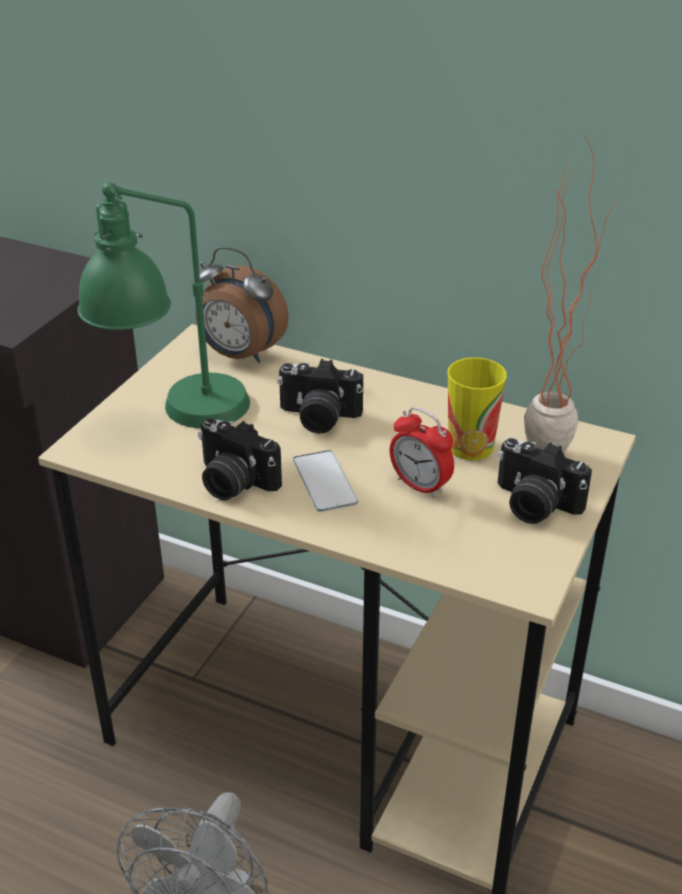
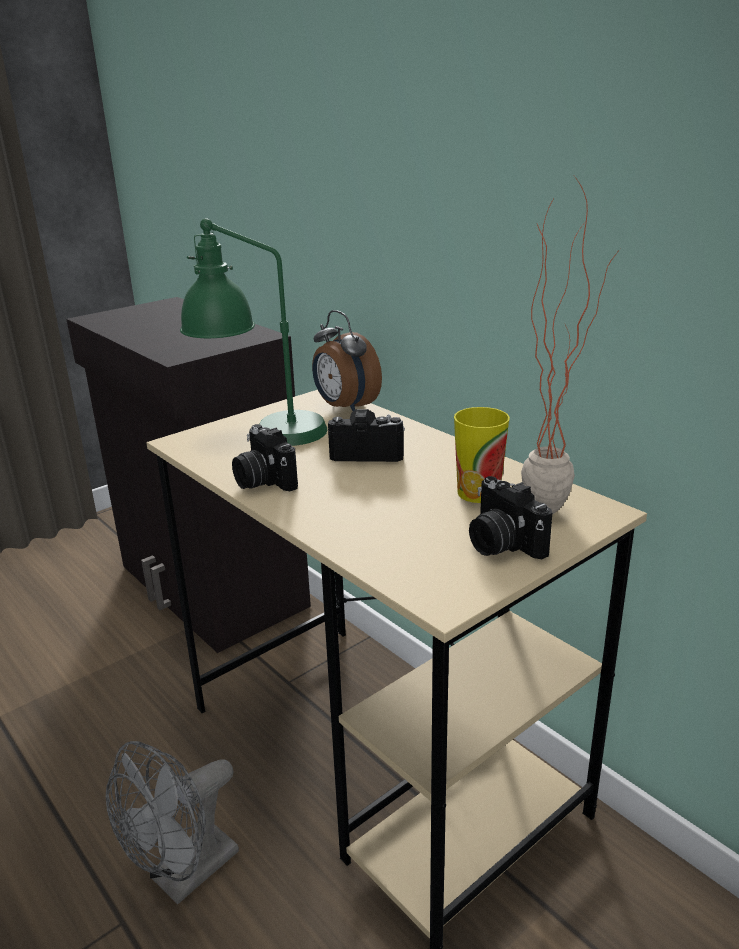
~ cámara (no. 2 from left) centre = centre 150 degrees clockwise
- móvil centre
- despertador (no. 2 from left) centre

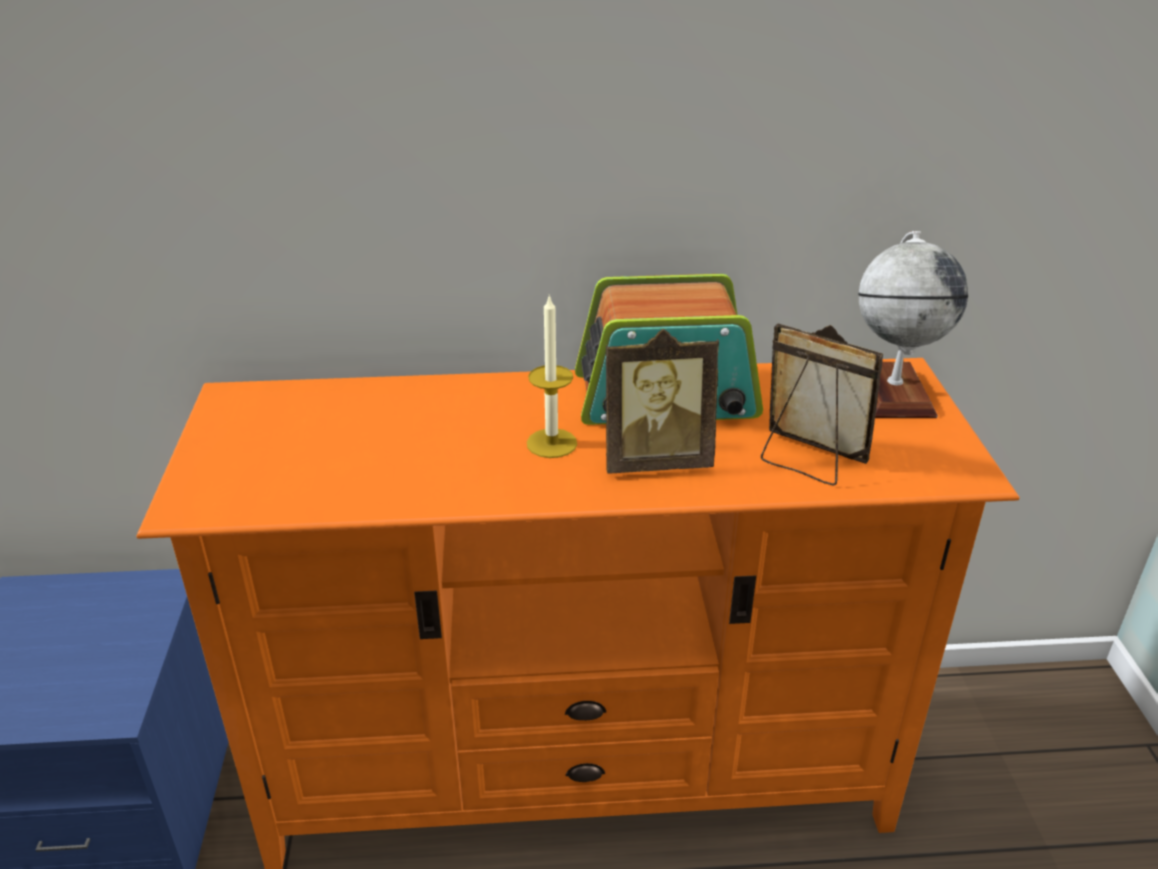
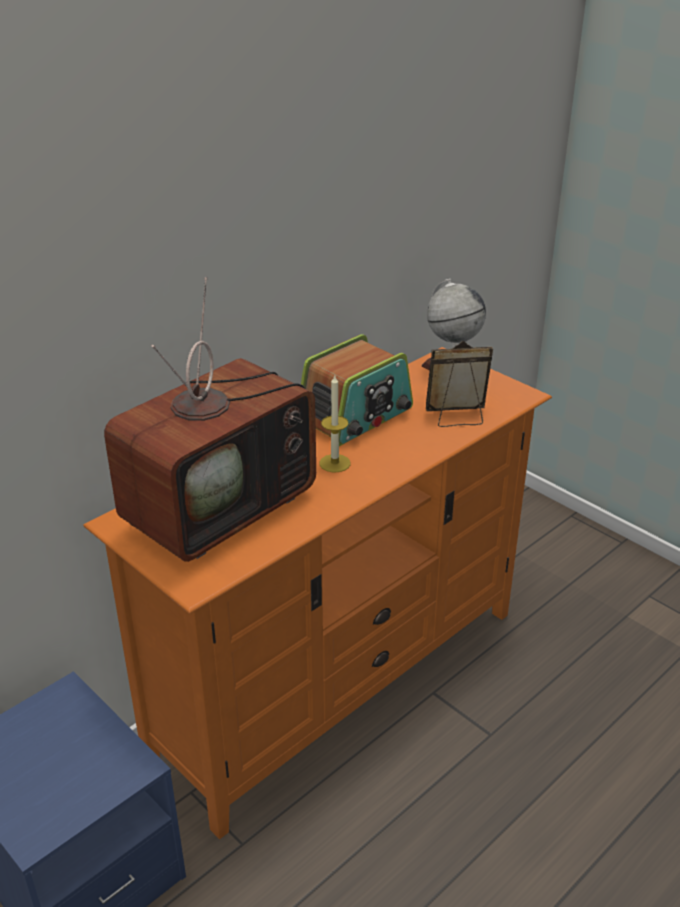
+ televisor middle left
- portarretratos (no. 1 from left) centre

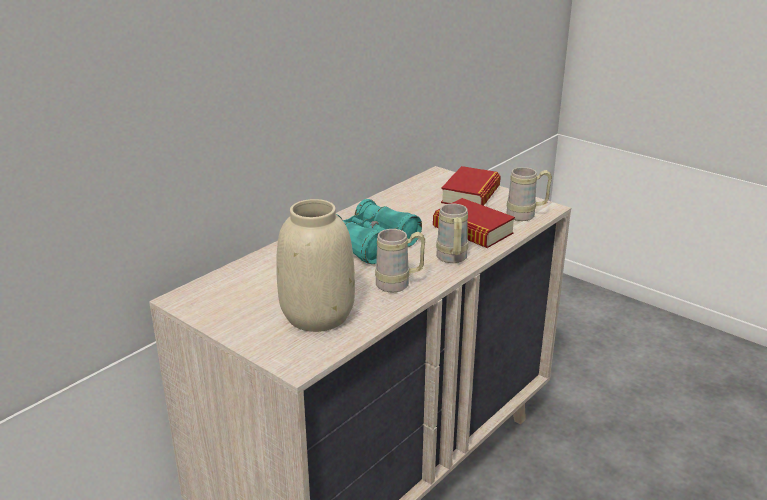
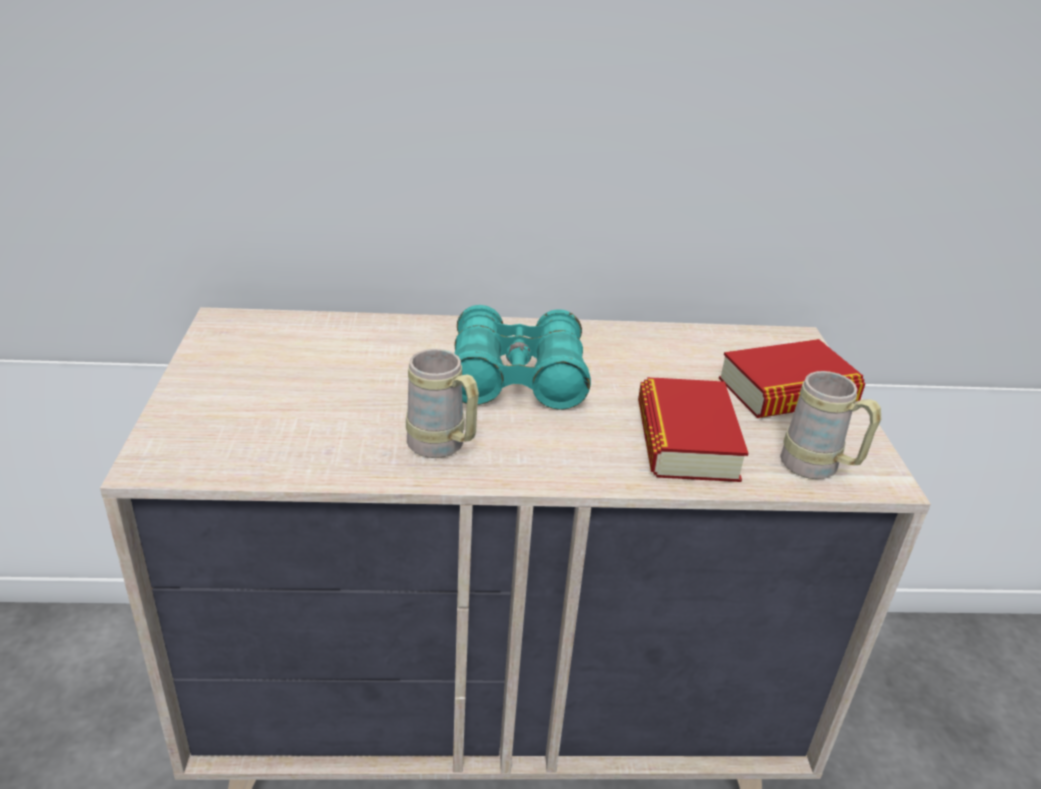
- florero [beis] centre
- taza grande [beis] (no. 2 from left) centre

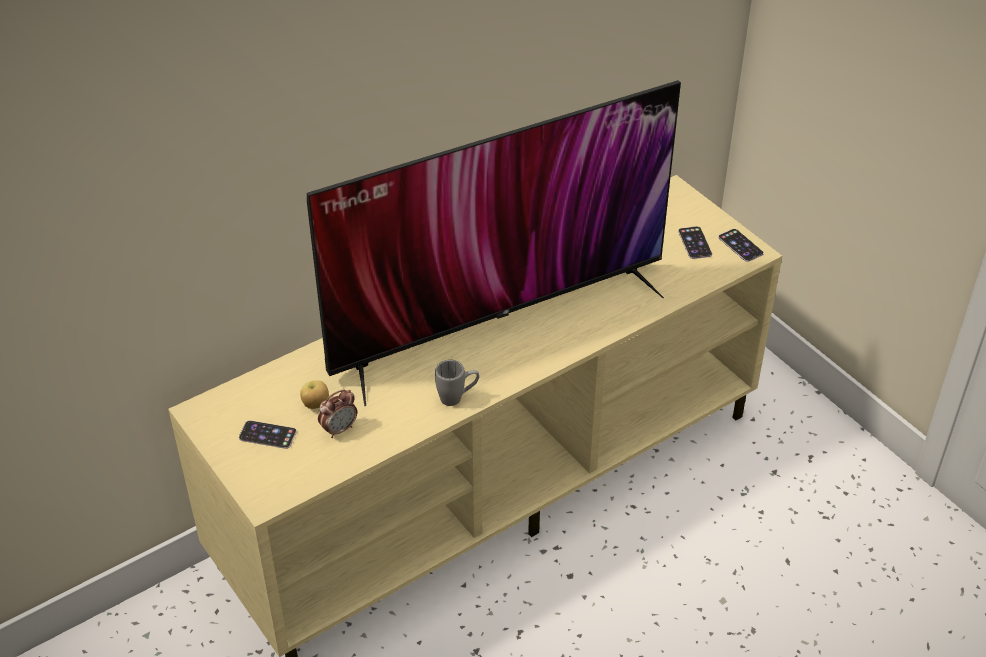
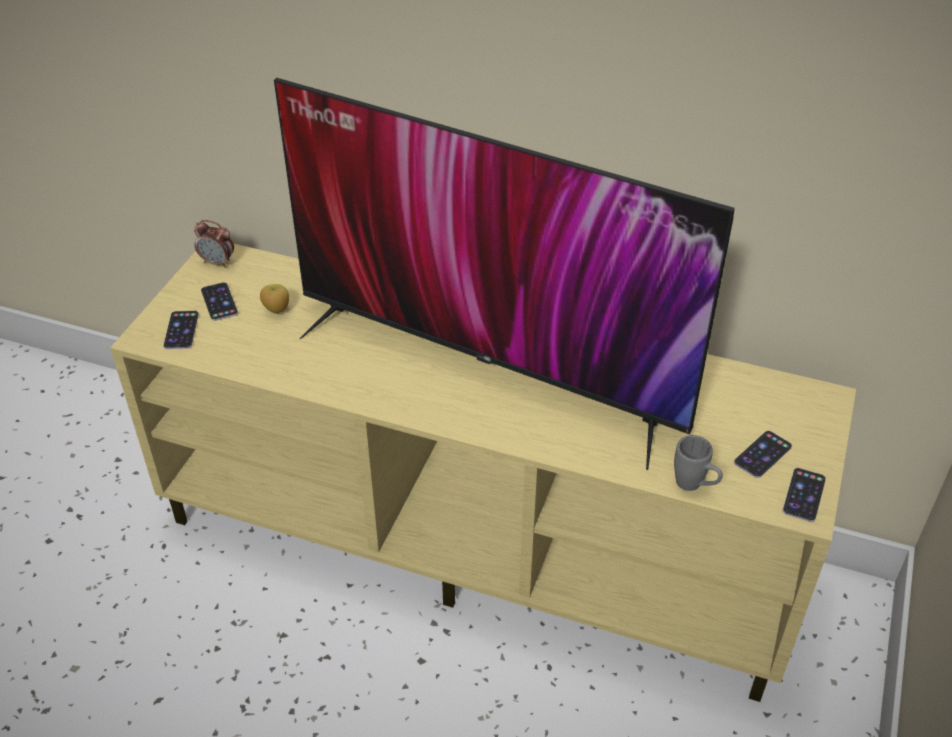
+ móvil (no. 1 from left) middle left
~ despertador centre to top left
~ taza grande [gris] centre to middle right

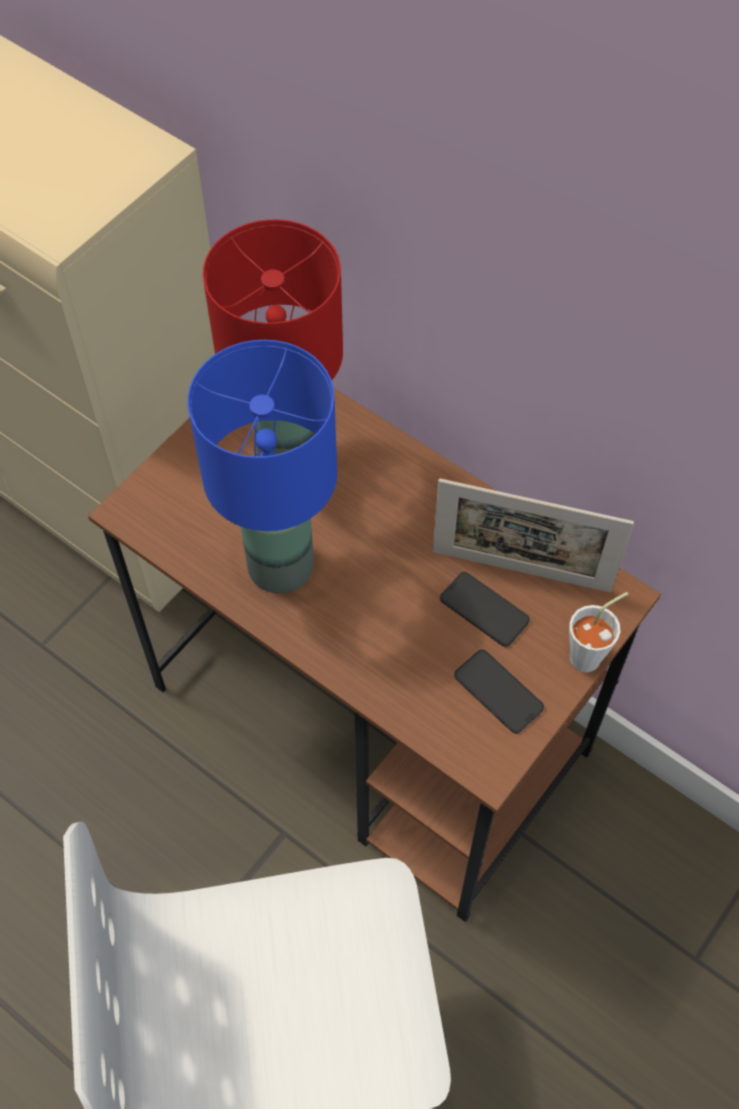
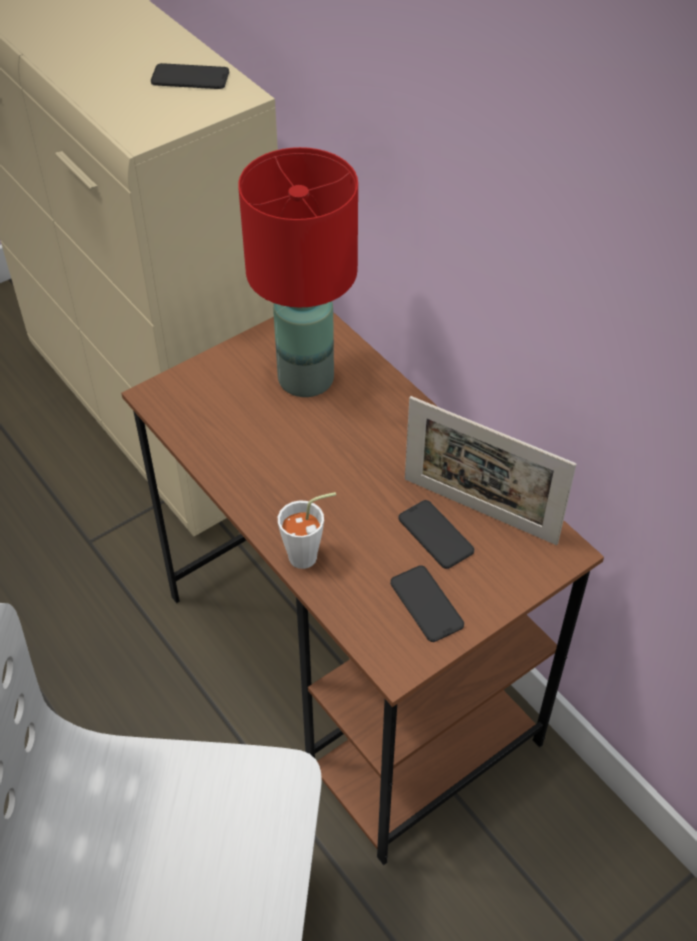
+ móvil (no. 1 from left) top left
~ taza [blanco] middle right to centre
- lámpara de mesa [azul] centre

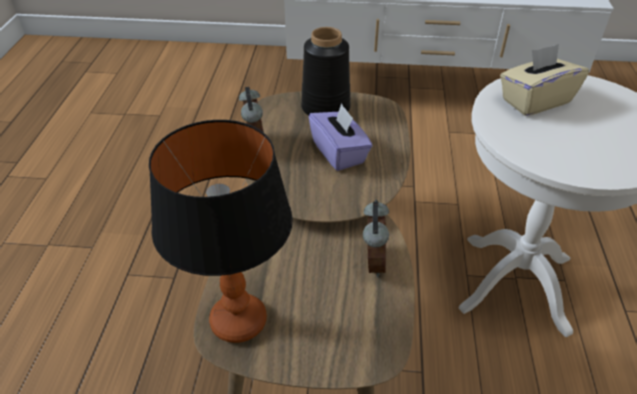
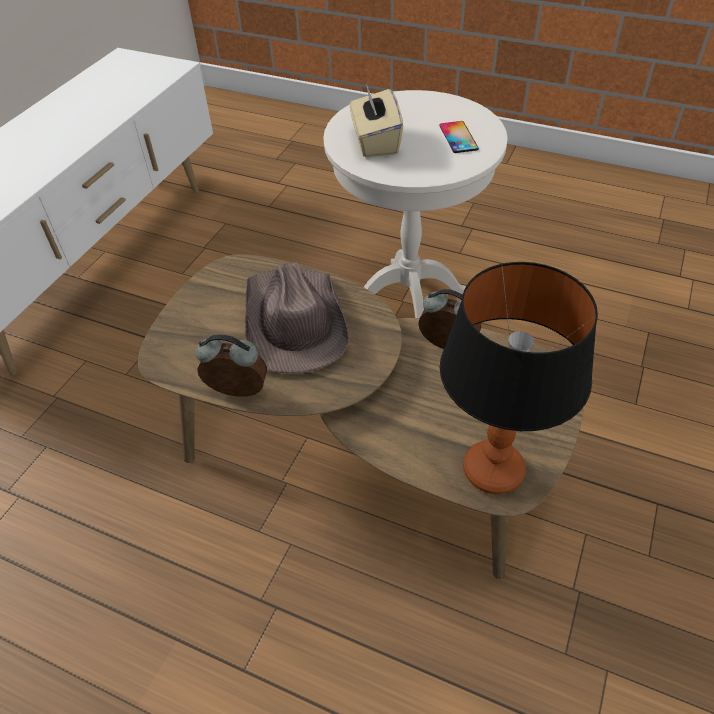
~ caja de pañuelos [morado] centre to sombrero [marrón] centre
+ móvil top centre
- florero [negro] top centre

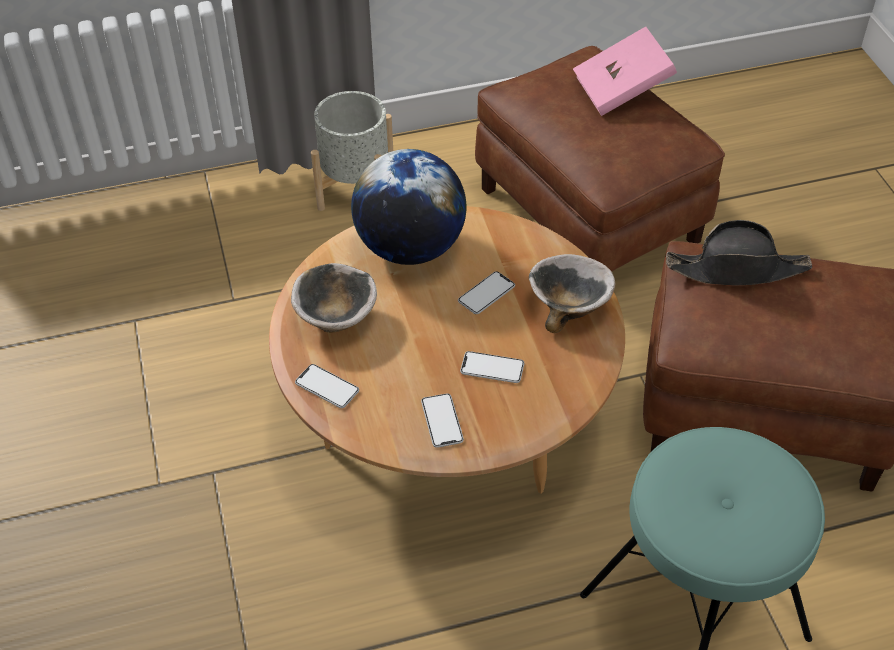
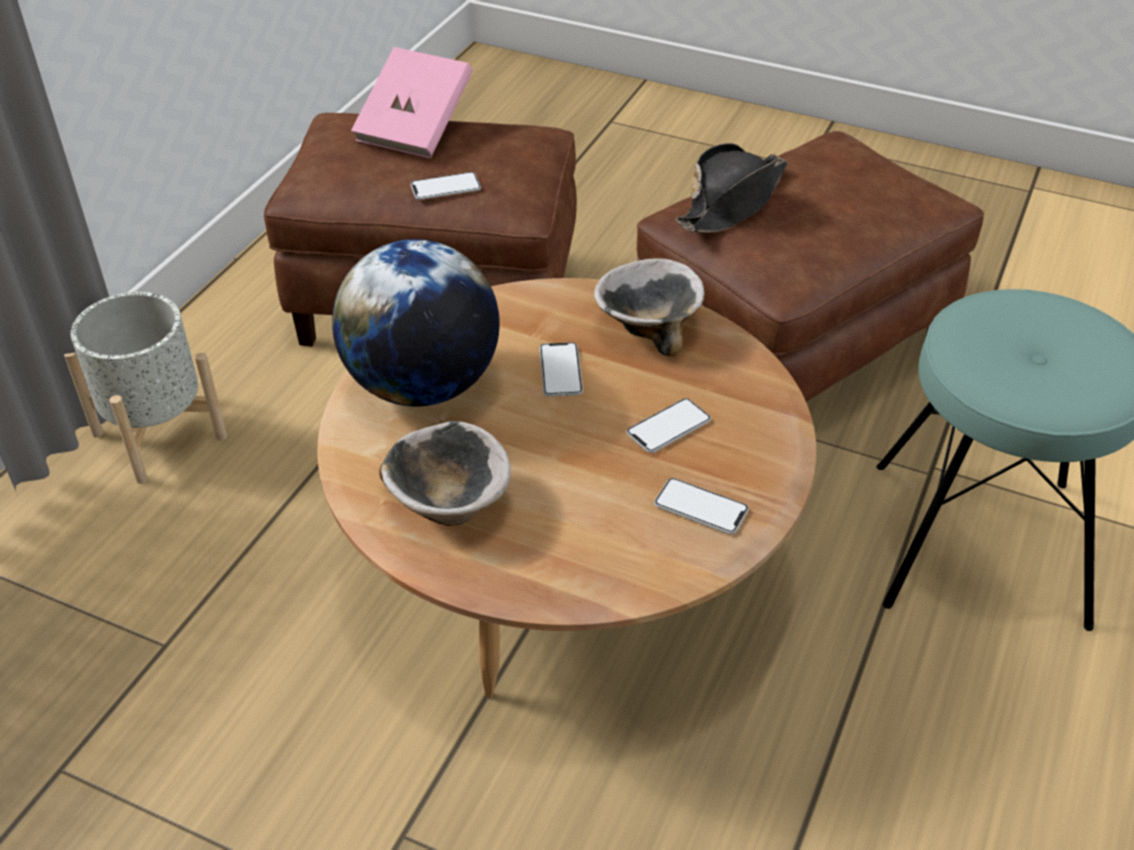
~ móvil (no. 1 from left) centre to top centre

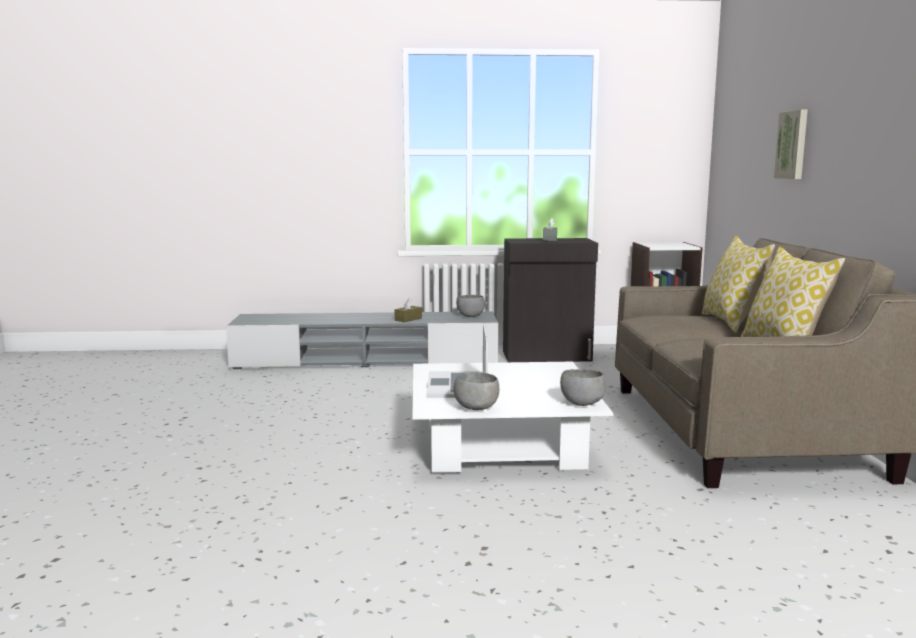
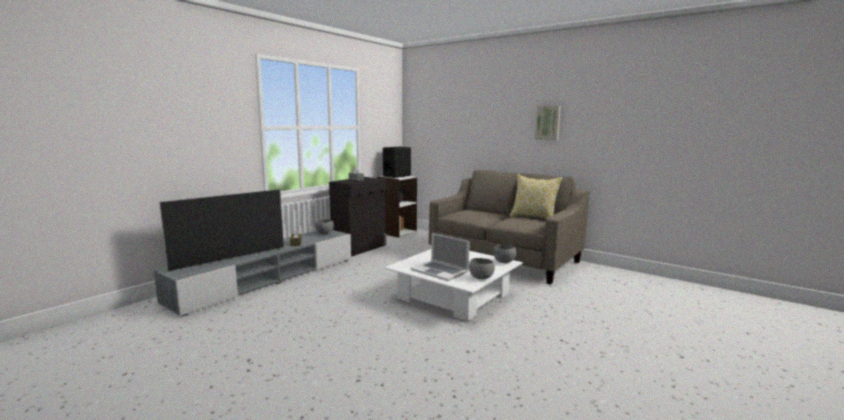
+ televisor middle left
+ altavoz [negro] centre
~ cuadro top right to top centre
- cojín (no. 1 from left) middle right

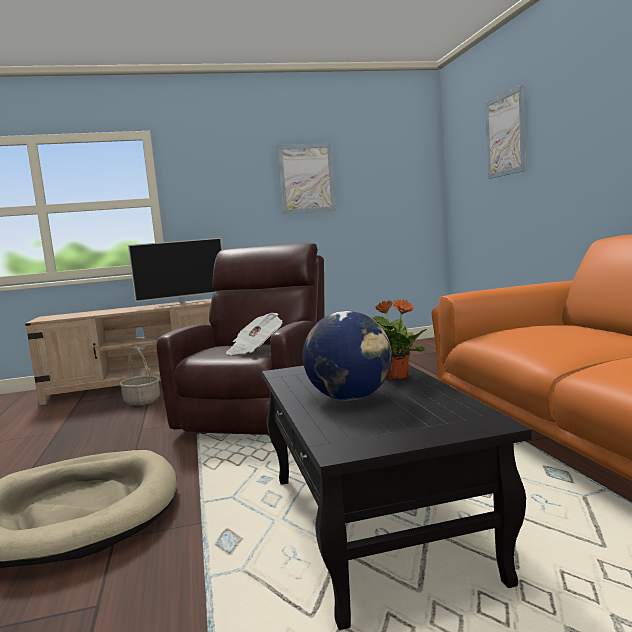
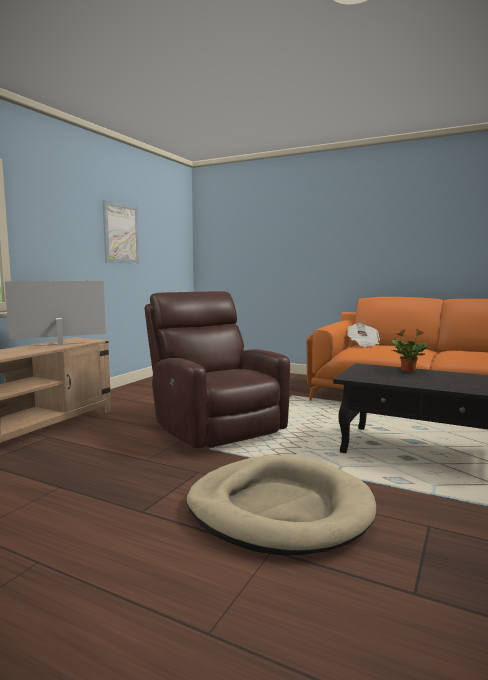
~ televisor middle left = middle left 135 degrees counterclockwise
~ periódico centre to middle right
- cesta middle left
- globo terráqueo centre
- cuadro (no. 2 from left) top right

